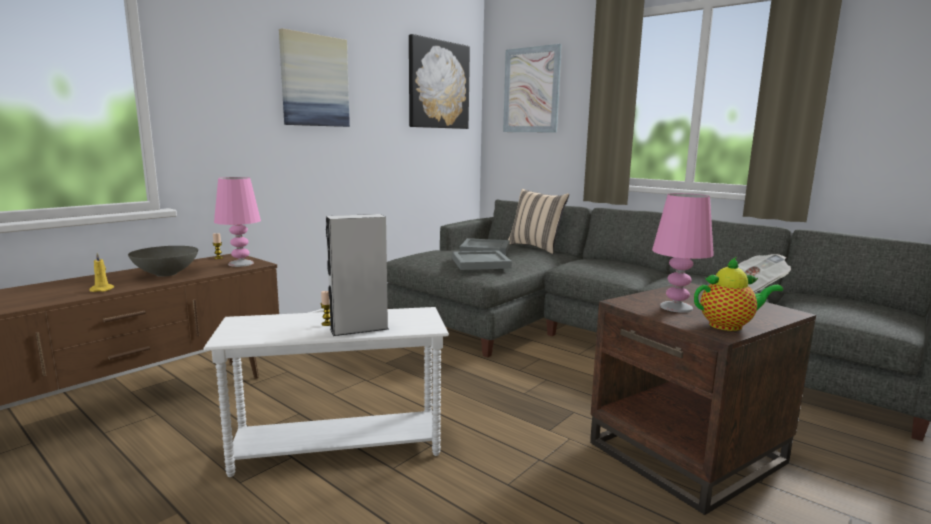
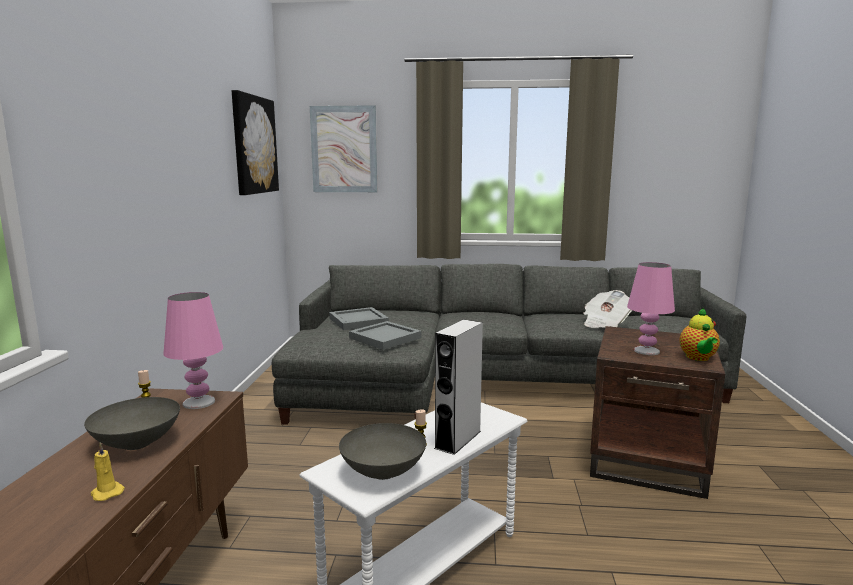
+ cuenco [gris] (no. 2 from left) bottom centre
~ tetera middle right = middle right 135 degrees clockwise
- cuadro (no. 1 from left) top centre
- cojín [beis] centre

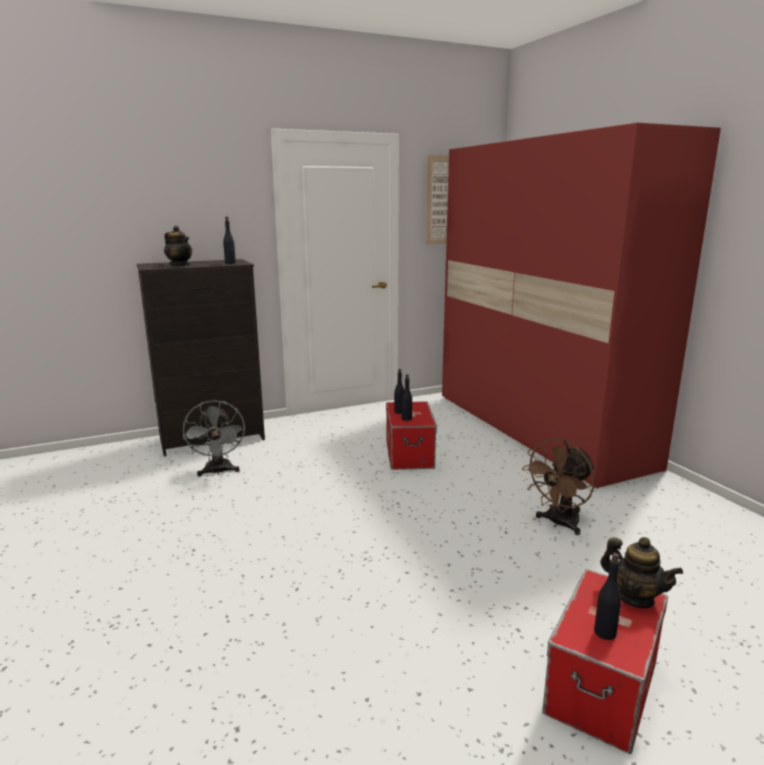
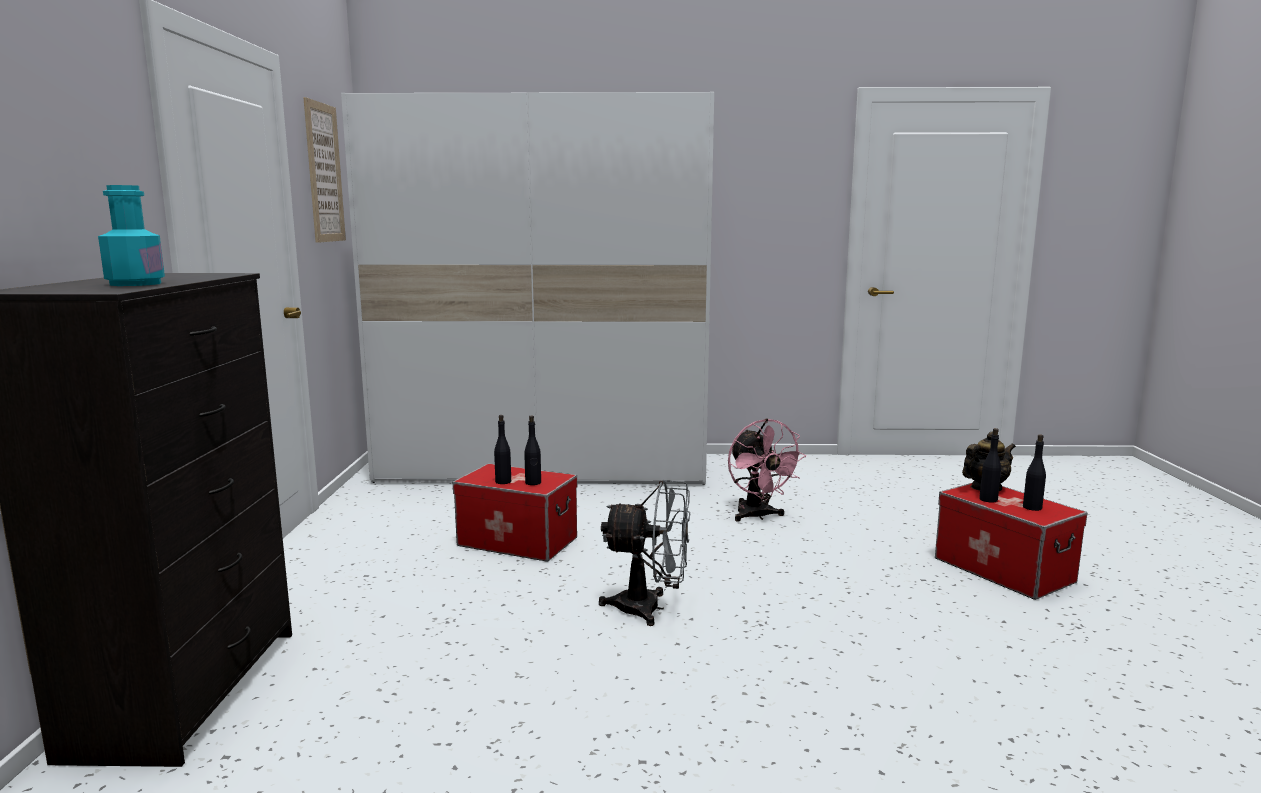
~ tetera (no. 1 from left) top left to botella [turquesa] top left
~ armario ropero [rojo] middle right to armario ropero [blanco] centre
~ ventilador [gris] middle left to bottom centre
~ ventilador [marrón] middle right to ventilador [rosa] centre
~ botella [negro] (no. 1 from left in the first image) top left to botella [negro] (no. 3 from left) middle right

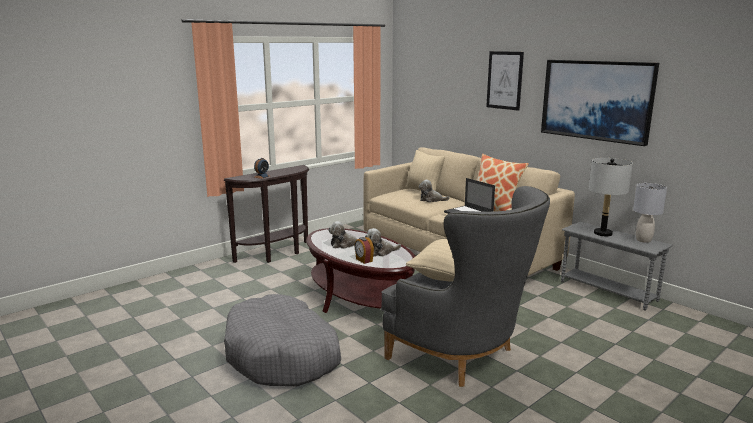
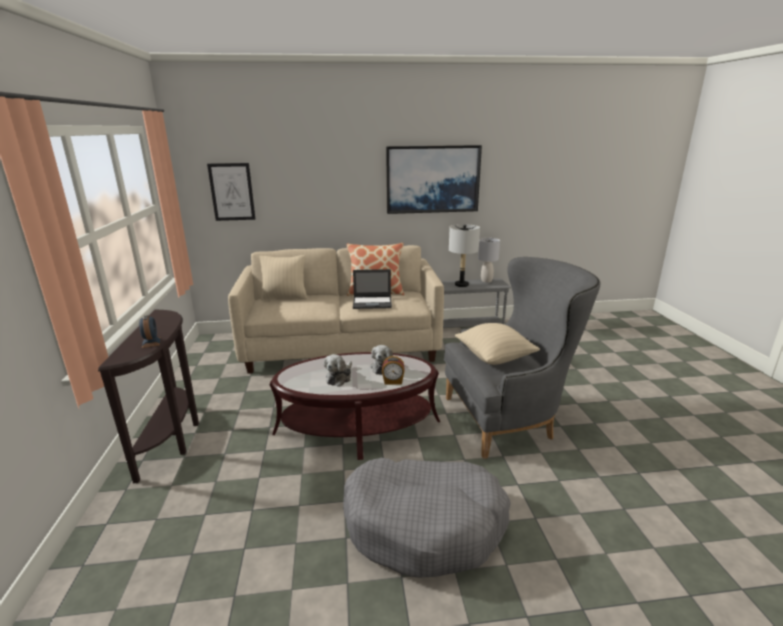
~ cuadro (no. 1 from left) top right to top left
- peluche (no. 3 from left) centre

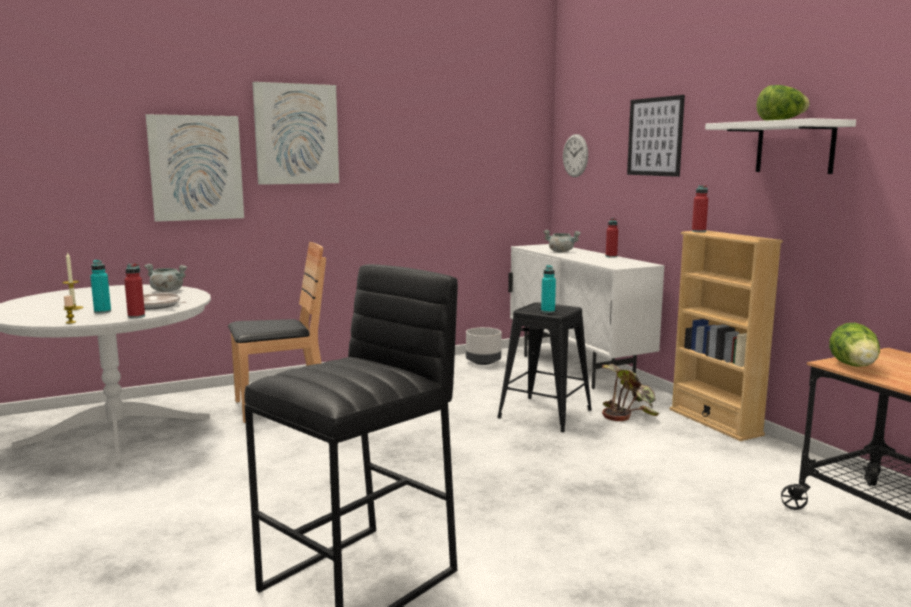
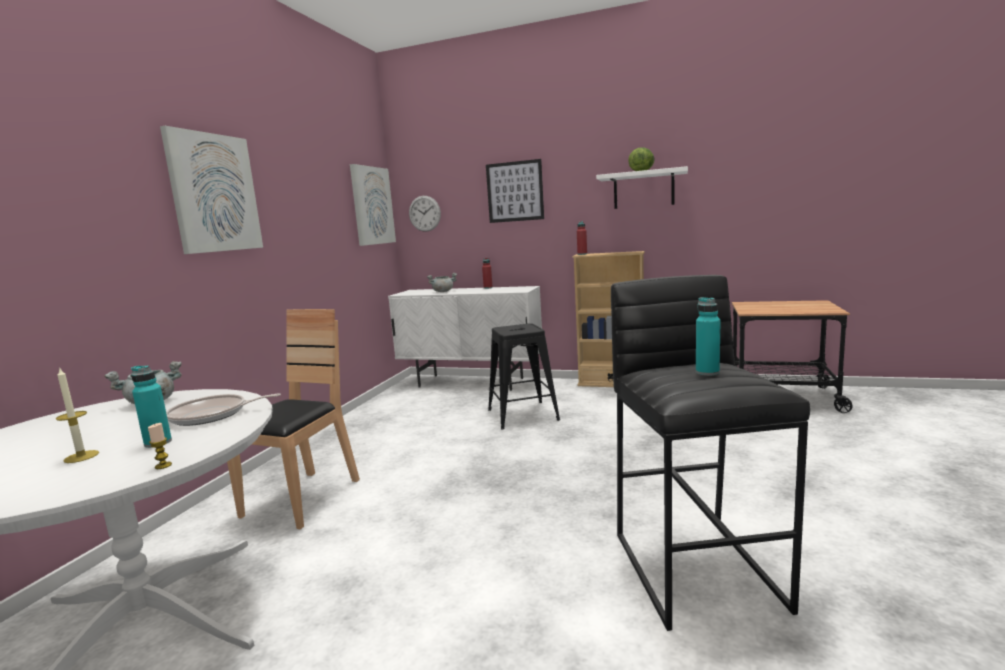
~ cuadro (no. 1 from left in the first image) top left to cuadro (no. 2 from left) top centre
~ botella [turquesa] (no. 2 from left) centre to middle right
- botella [rojo] (no. 1 from left) middle left
- maceta [gris] centre
- planta en maceta middle right
- lechuga (no. 2 from left) middle right

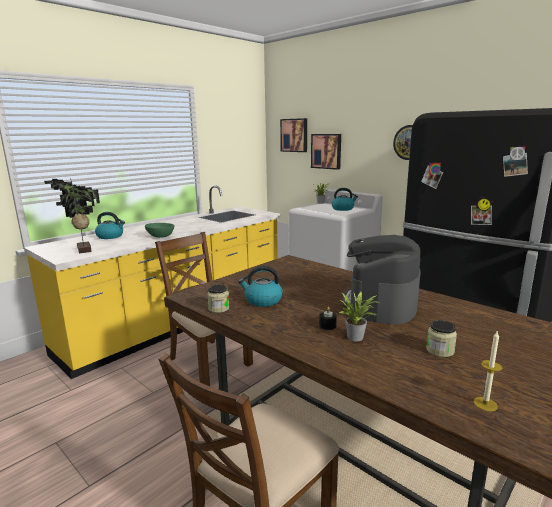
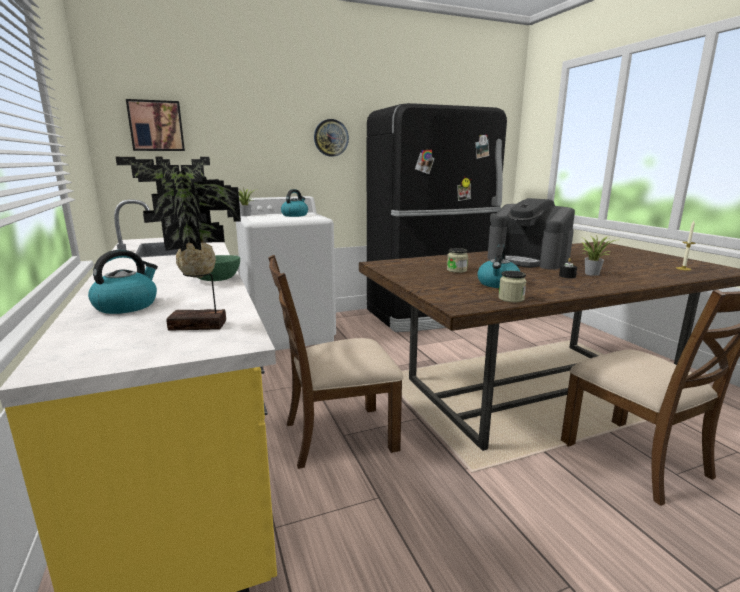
~ tarro (no. 2 from left in the first image) bottom right to tarro (no. 1 from left) centre
- cuadro (no. 2 from left) top centre

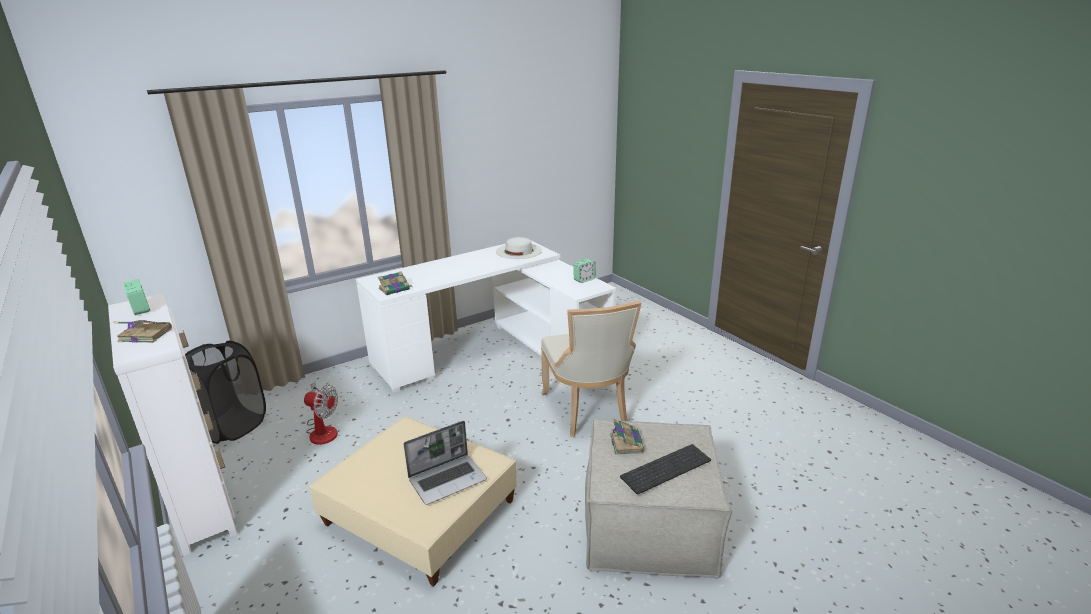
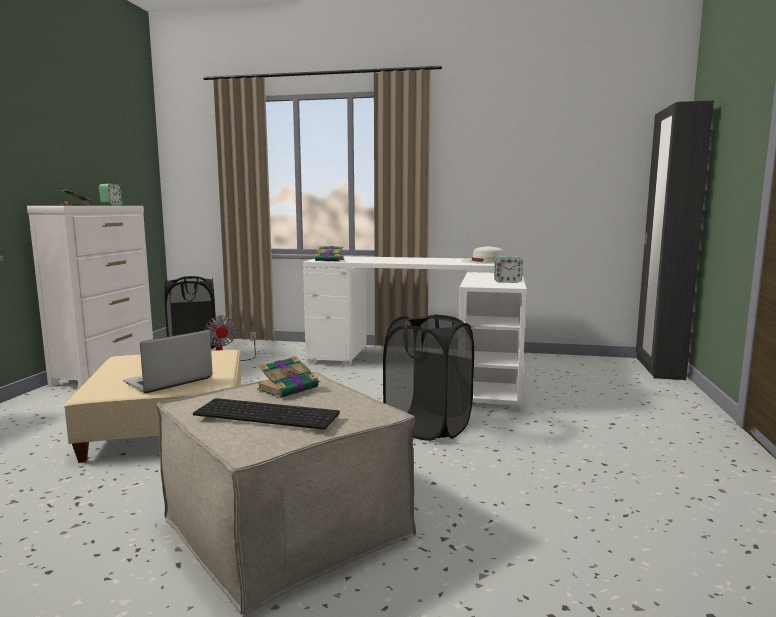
~ portátil bottom centre = middle left 120 degrees clockwise
~ silla [beis] centre to cesto de la ropa [negro] (no. 2 from left) centre
+ armario ropero [negro] middle right

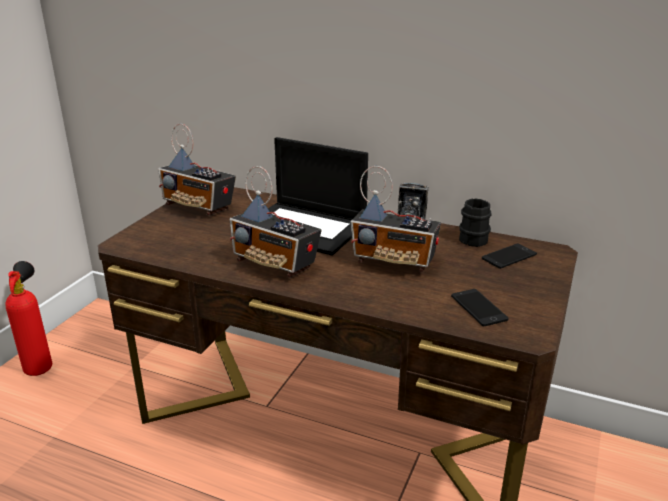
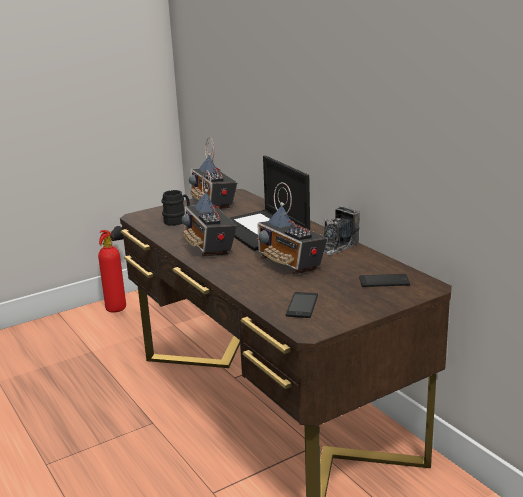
~ taza grande [negro] middle right to centre

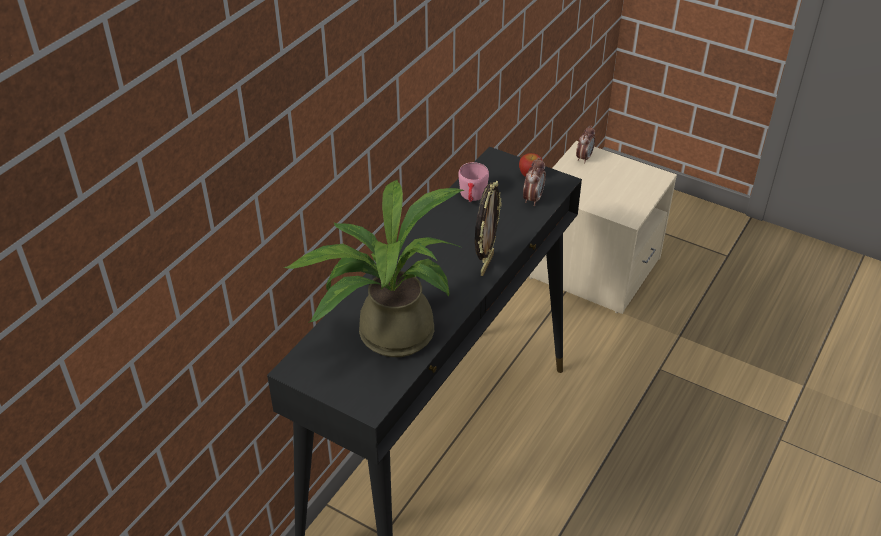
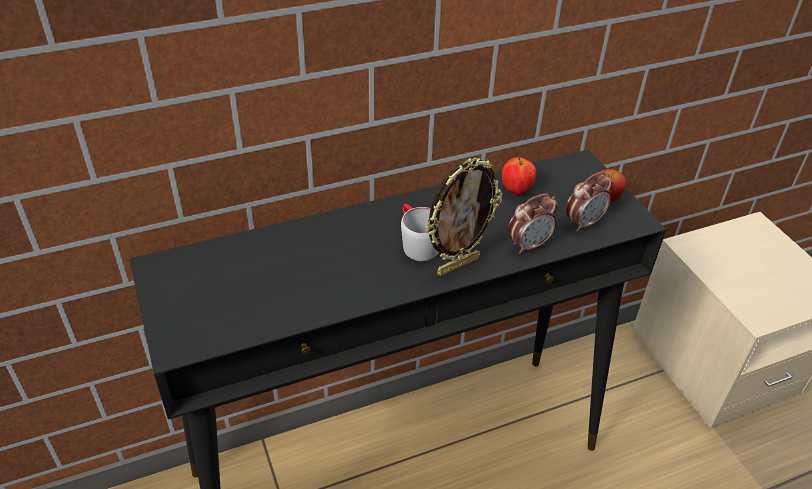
+ taza grande [gris] centre
~ taza grande [rosa] centre to manzana (no. 1 from left) centre
~ despertador (no. 2 from left in the first image) top centre to despertador (no. 1 from left) centre
- planta en maceta centre

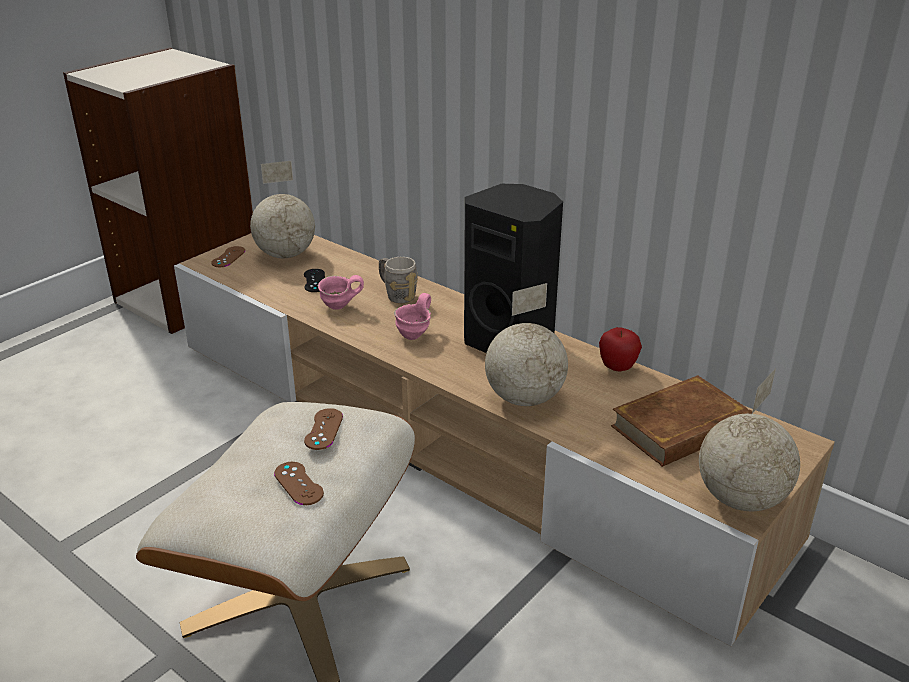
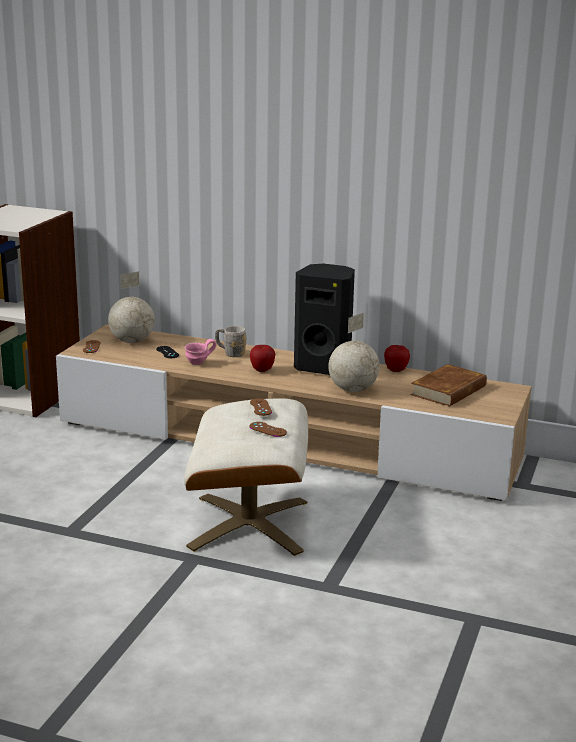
~ taza grande [rosa] (no. 2 from left) centre to manzana (no. 1 from left) centre
- globo terráqueo (no. 3 from left) middle right

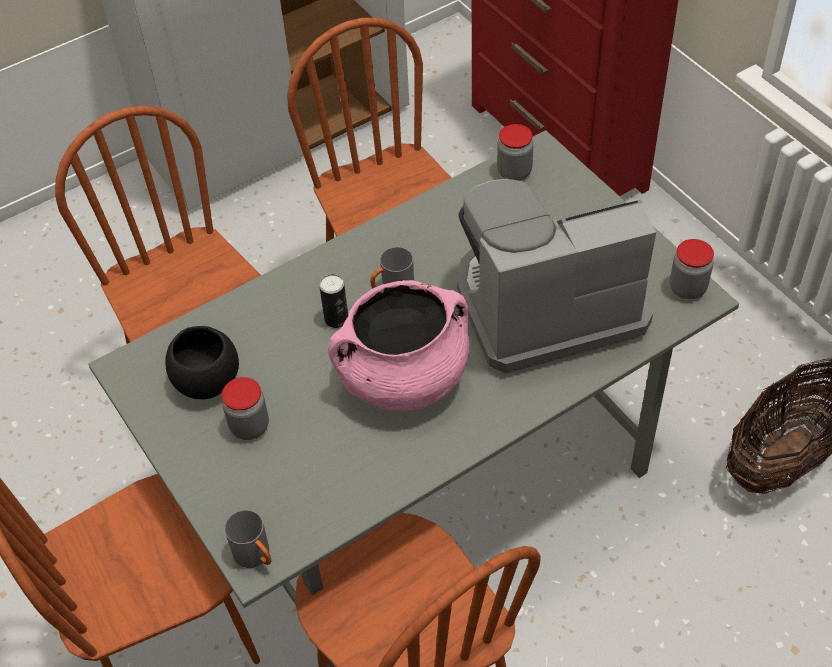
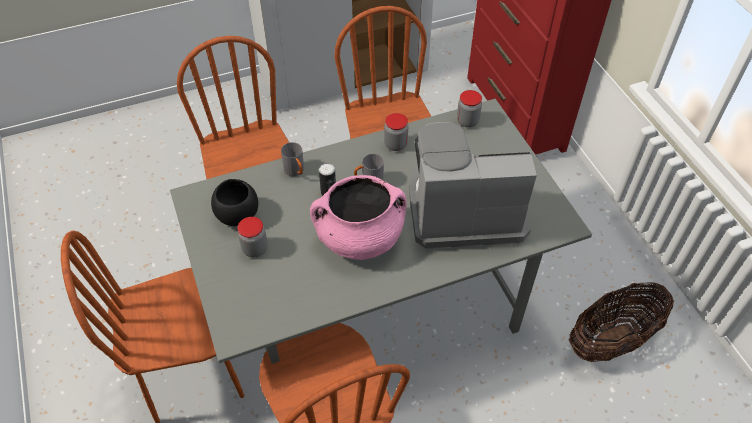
~ taza grande [gris] (no. 1 from left) bottom left to centre
~ tarro (no. 3 from left in the first image) middle right to tarro (no. 2 from left) top centre

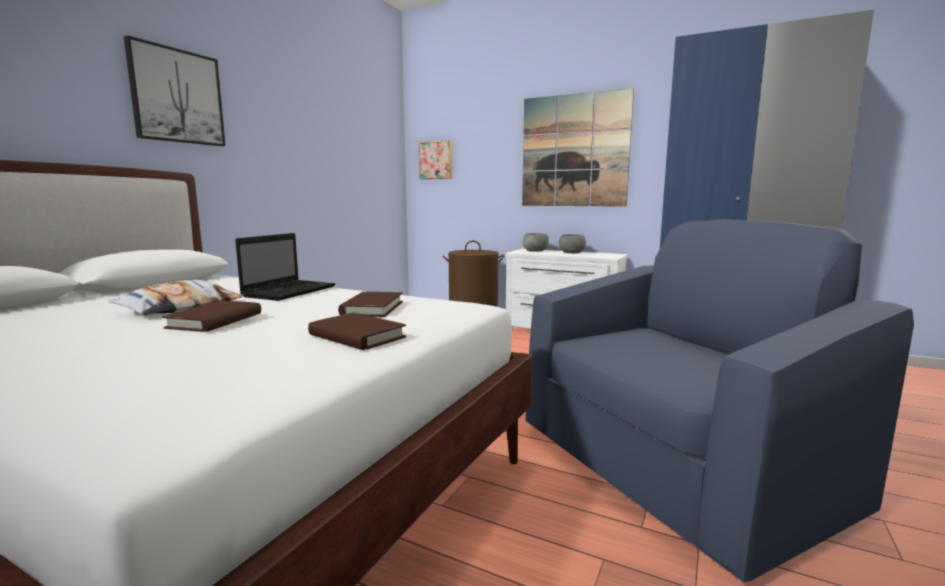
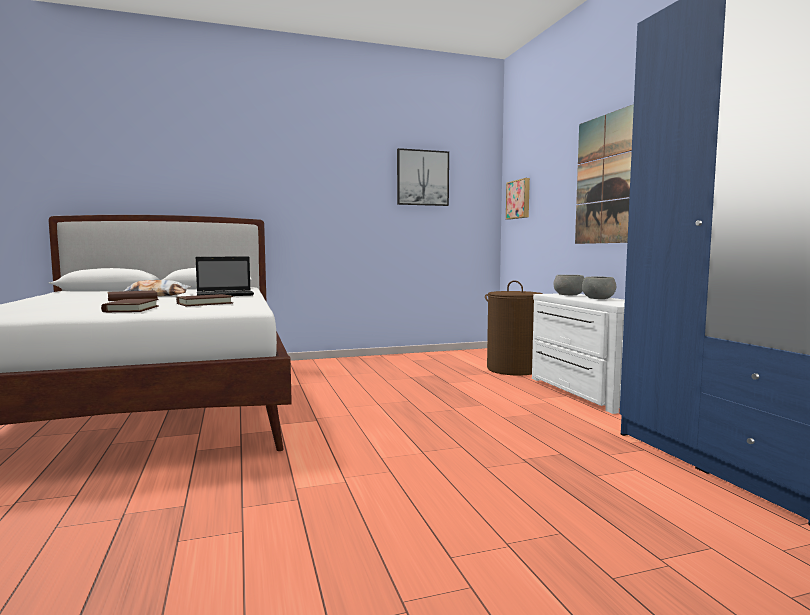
~ cuadro (no. 1 from left) top left to top centre
- sillón [azul] bottom right

